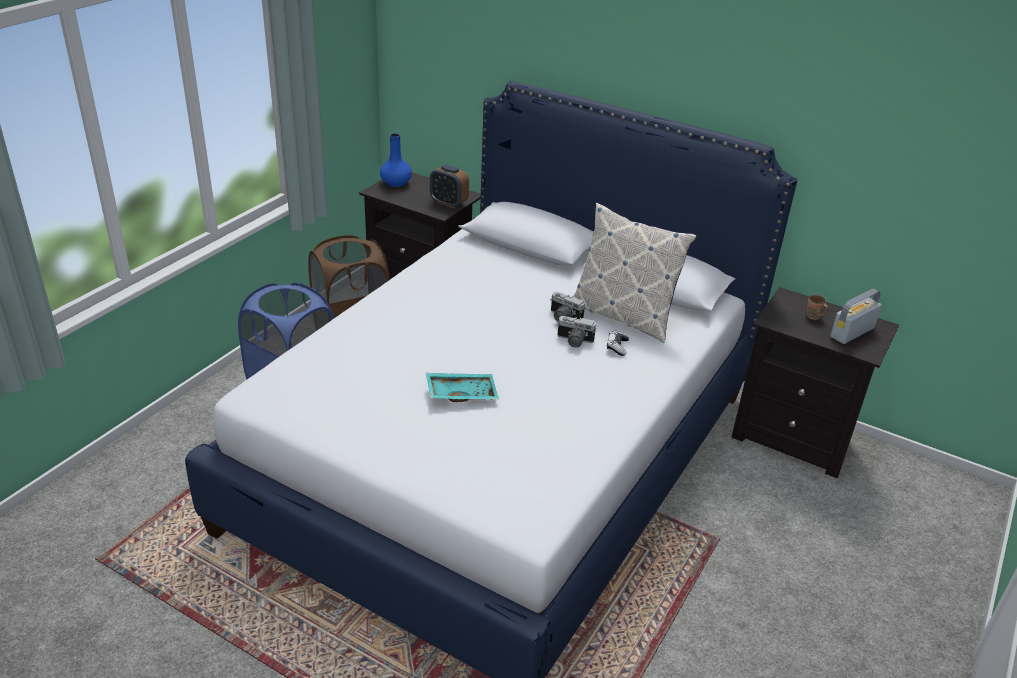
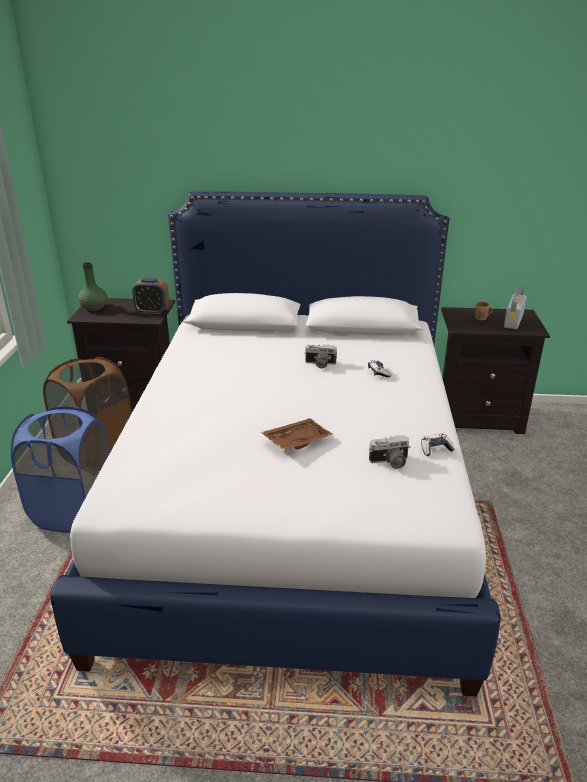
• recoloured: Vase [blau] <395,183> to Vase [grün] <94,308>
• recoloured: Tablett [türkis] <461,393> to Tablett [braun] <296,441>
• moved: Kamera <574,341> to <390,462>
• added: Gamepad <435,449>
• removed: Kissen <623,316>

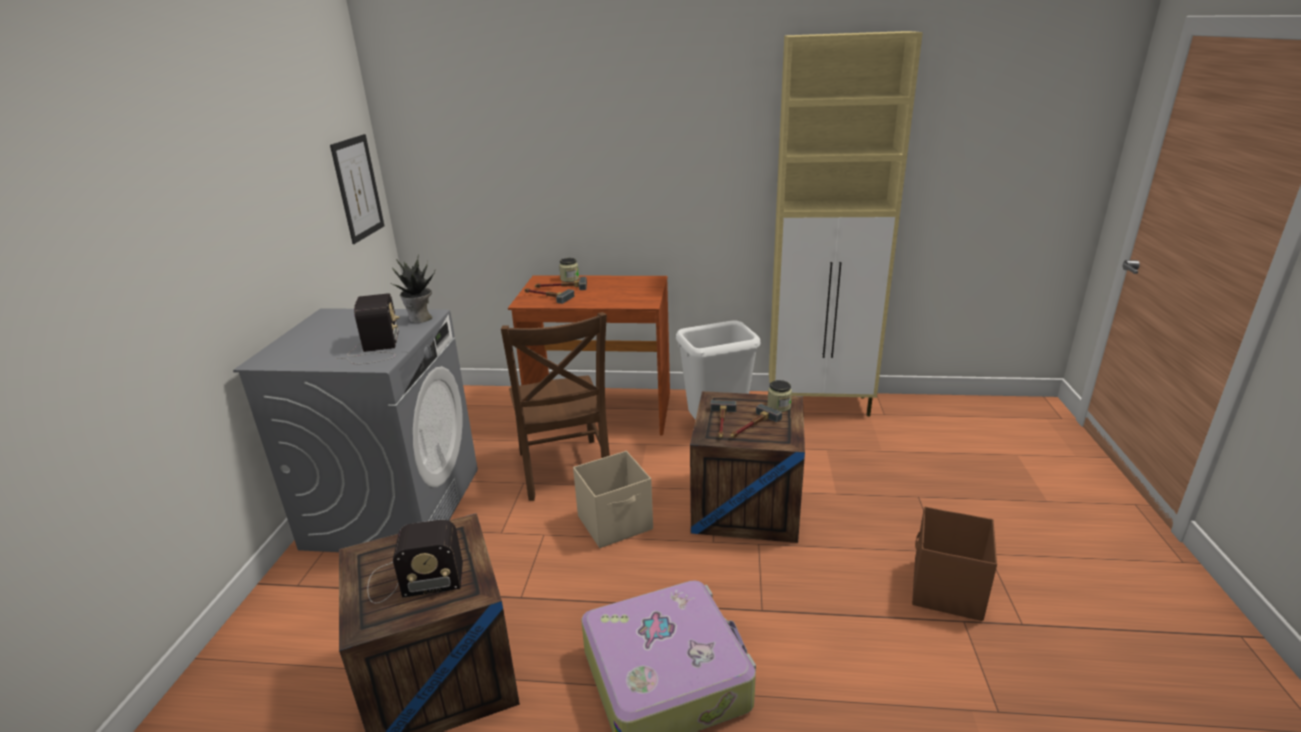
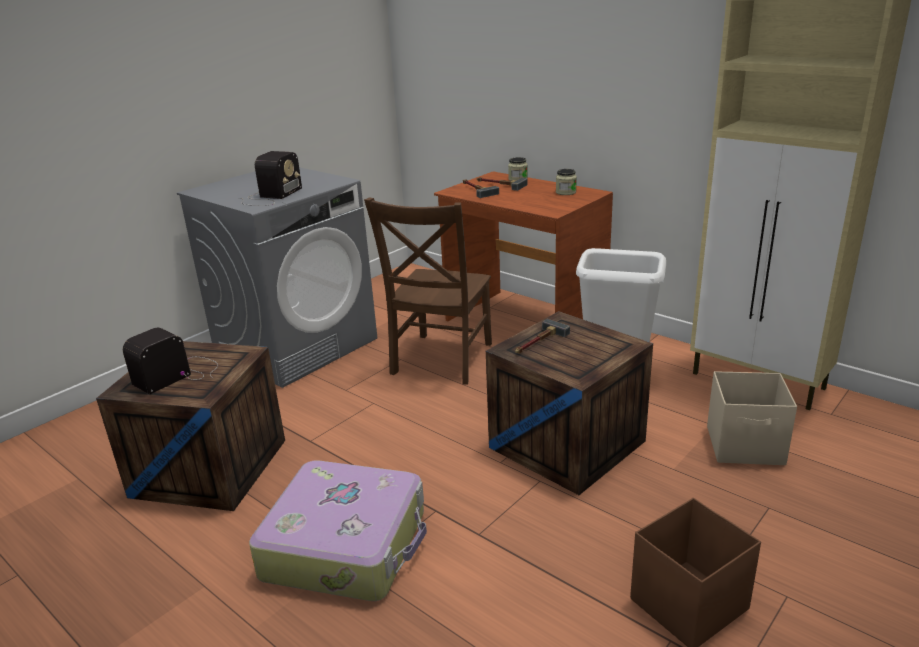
• turned: Radio <412,579> = <179,374> 105 degrees clockwise
• moved: Vorratsglas <779,406> to <565,192>
• moved: Aufbewahrungsbox [beige] <616,523> to <746,446>
• removed: Bild <358,188>
• removed: Topfpflanze <420,319>
• removed: Hammer <751,427>

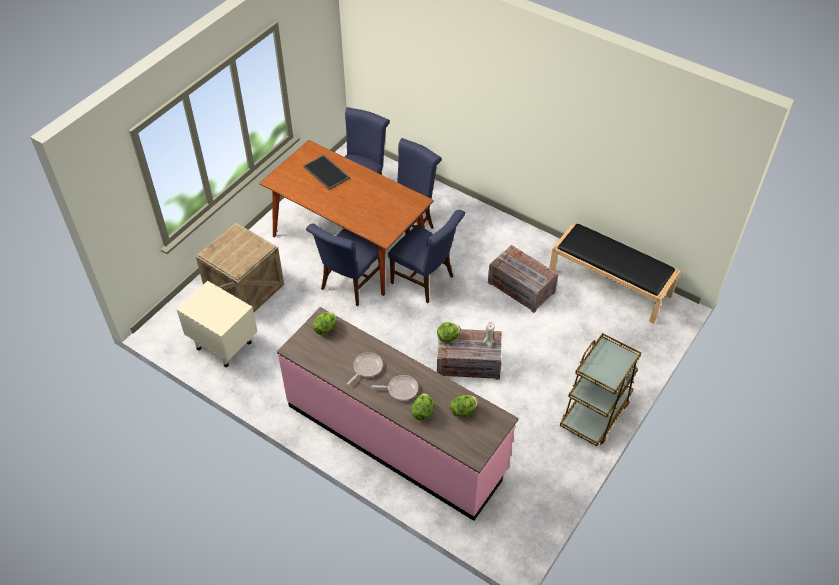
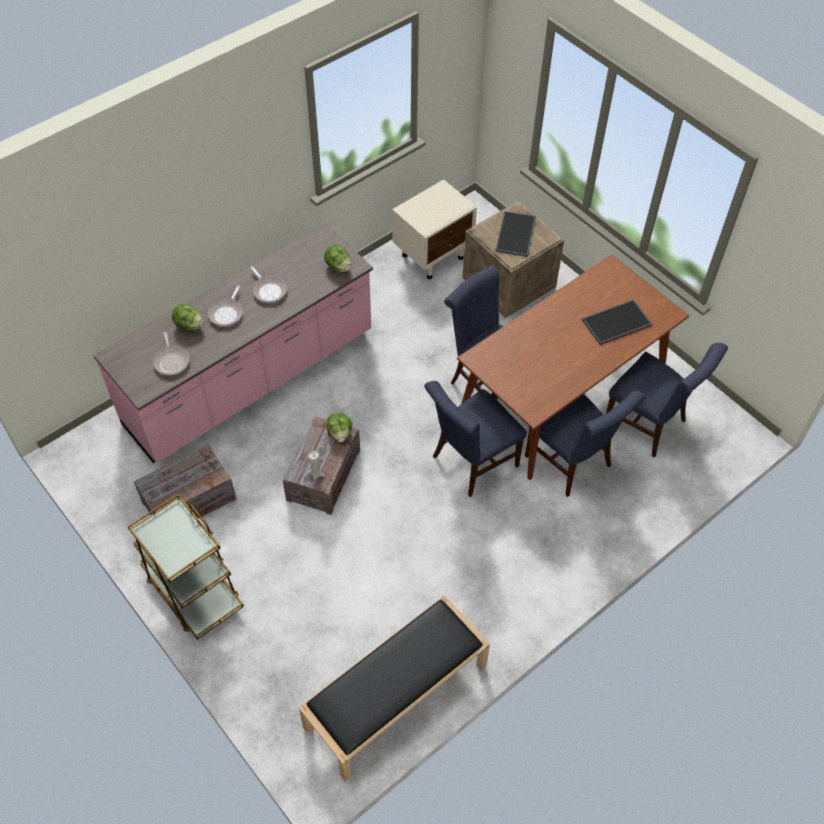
• moved: Kiste <521,288> to <188,501>
• replaced: Salatkopf <463,411> to Pfanne <171,361>
• added: Tablett <516,234>

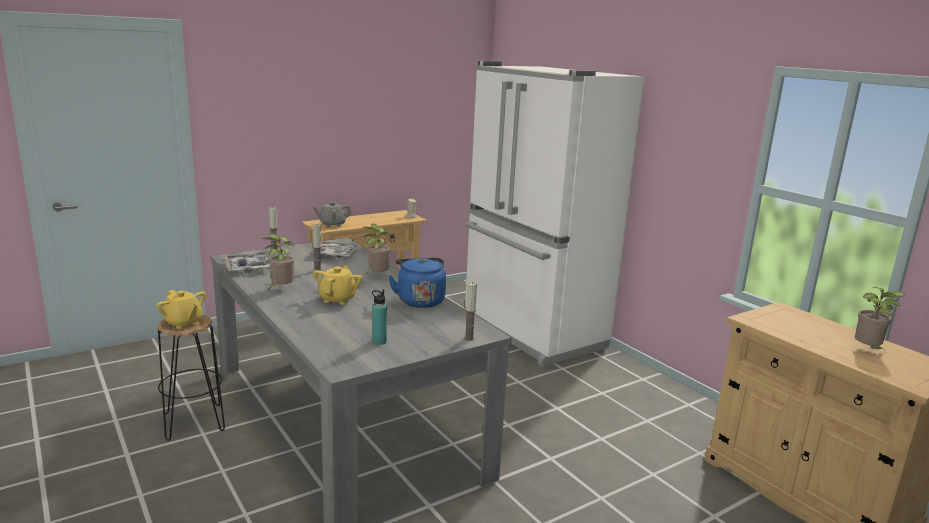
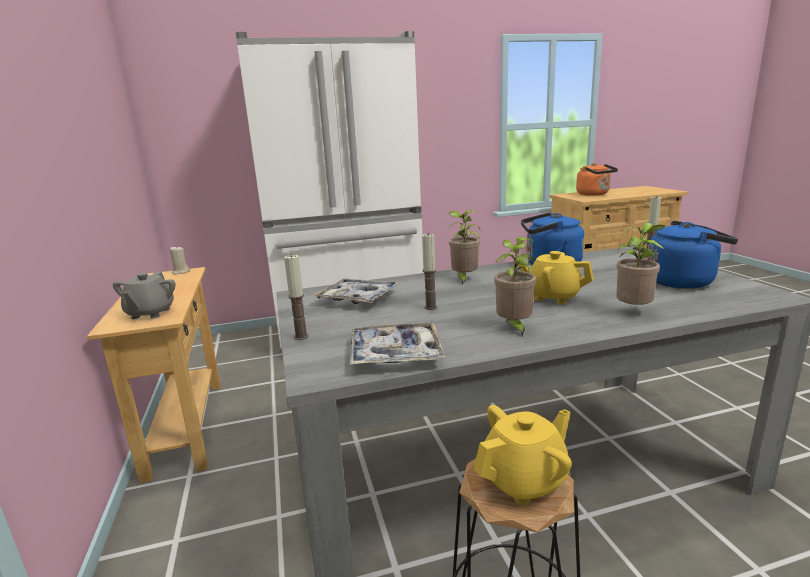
• added: Wasserkessel [orange] <594,194>
• moved: Topfpflanze <868,350> to <634,311>
• replaced: Flasche [türkis] <379,341> to Wasserkessel [blau] <683,281>

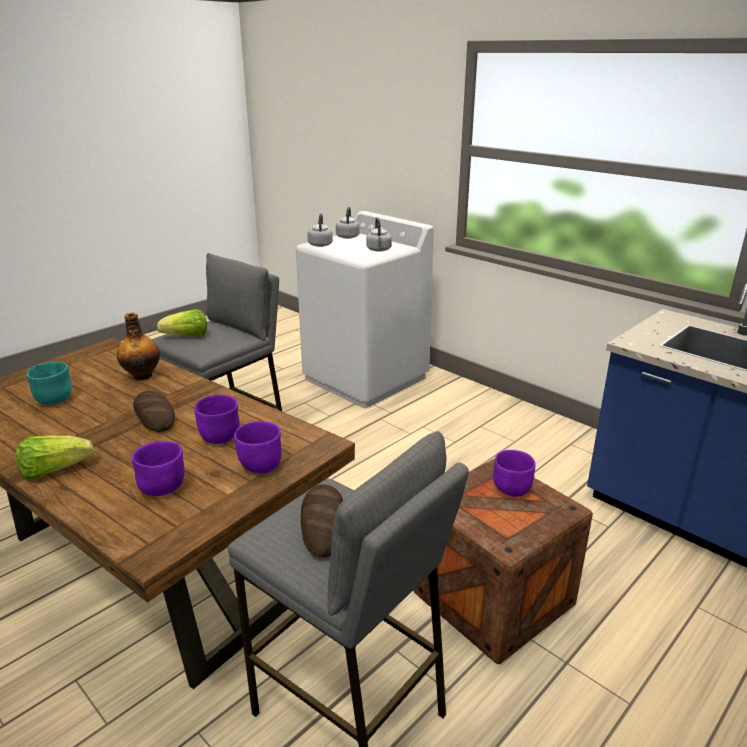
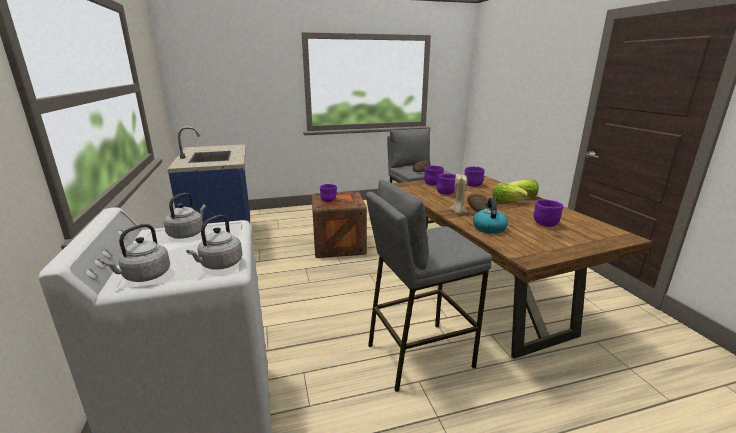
• added: Kerze [beige] <458,212>
• replaced: Flasche <142,375> to Wasserkessel <489,228>
• moved: Salatkopf <187,337> to <506,202>
• recoloured: Schüssel [türkis] <54,400> to Schüssel [lila] <545,224>

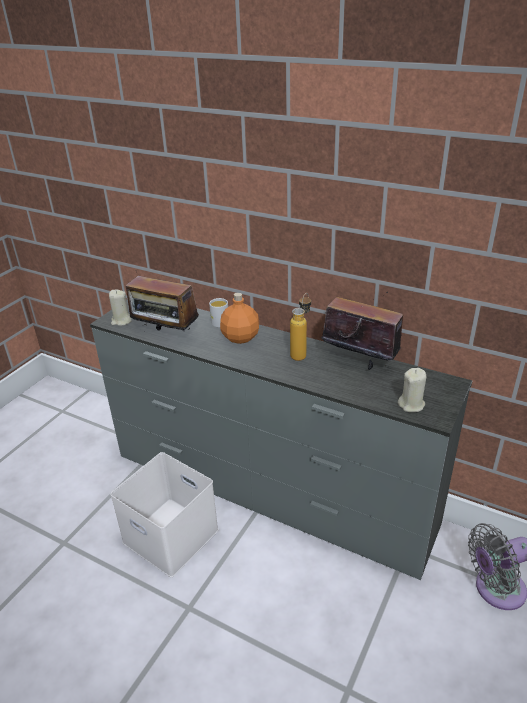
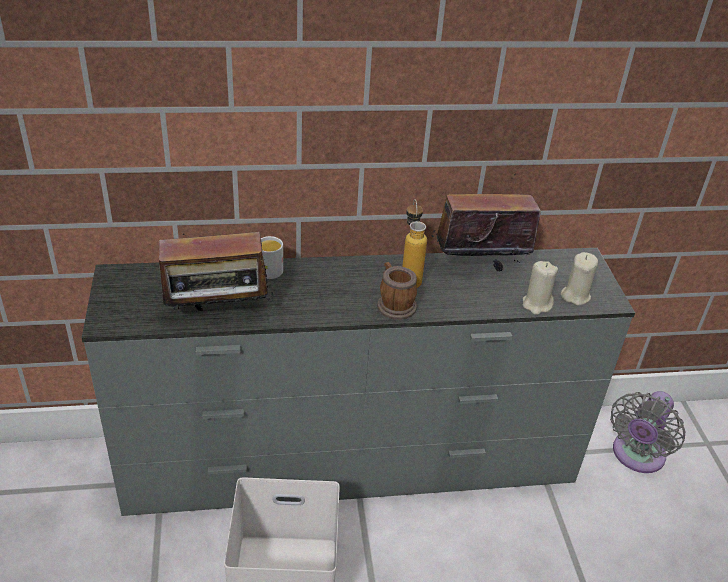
• added: Henkelbecher <394,304>
• moved: Kerze [beige] <121,321> to <536,304>
• removed: Flasche [orange] <240,337>

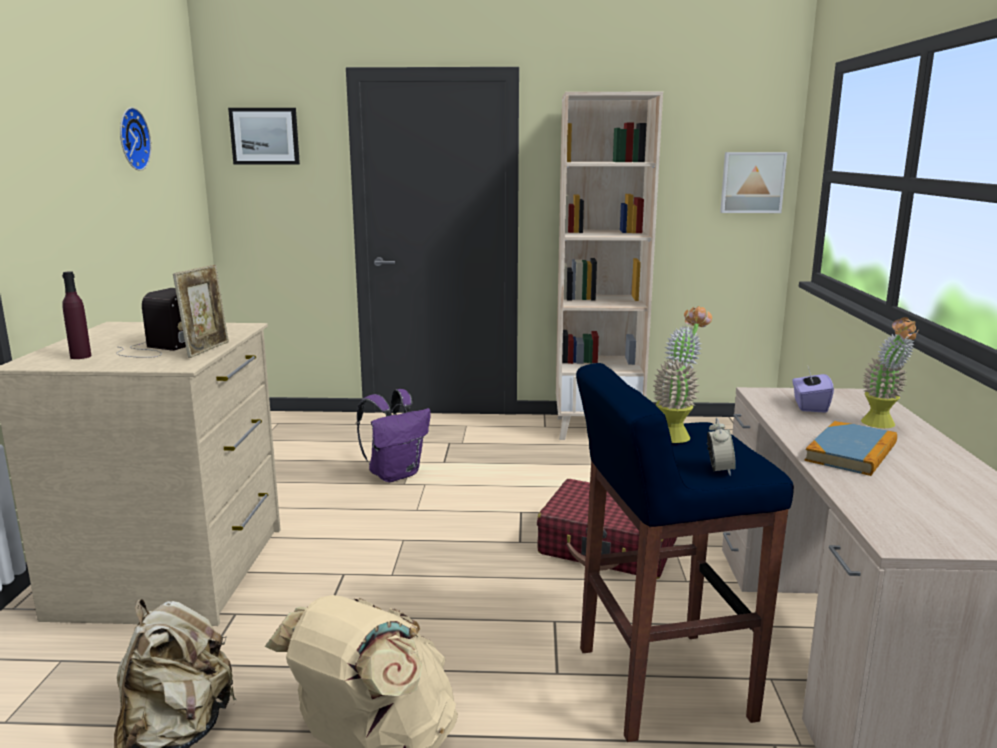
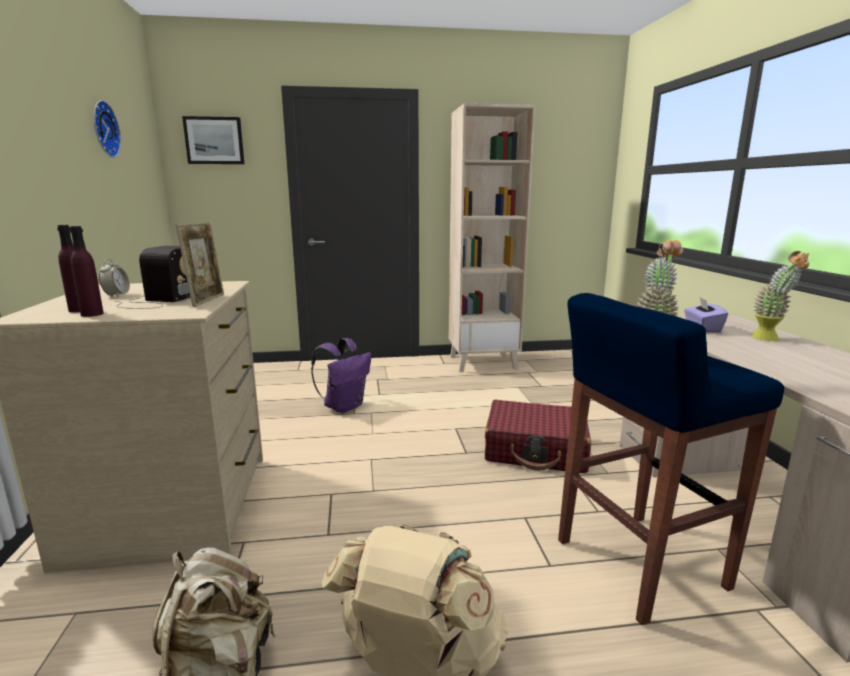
• added: Flasche [lila] <92,314>
• moved: Wecker <719,470> to <117,295>
• removed: Bild <752,182>
• removed: Buch <851,452>

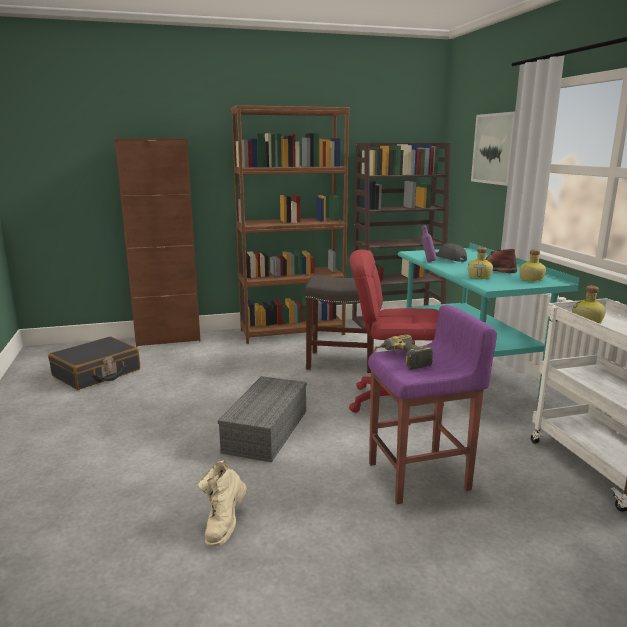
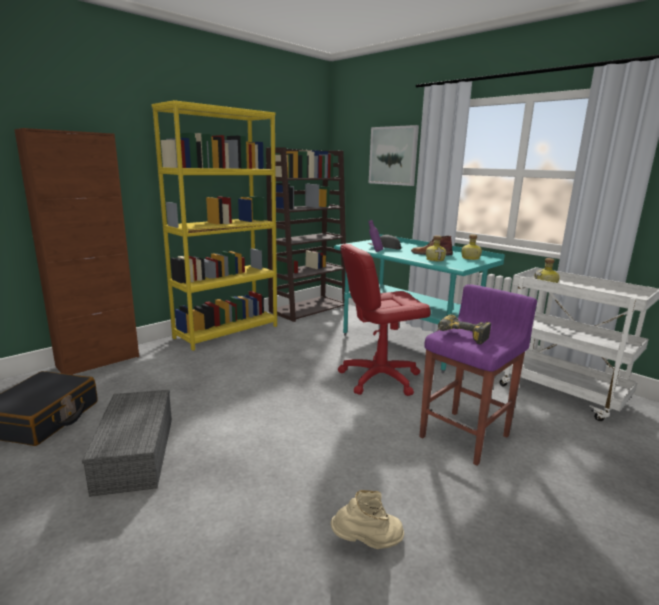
• moved: Aufbewahrungsbox [grau] <266,432> to <136,454>
• recoloured: Bücherregal [braun] <292,332> to Bücherregal [gelb] <227,332>
• turned: Stiefel [beige] <224,525> = <368,543> 90 degrees counterclockwise
• removed: Hocker [grau] <341,361>

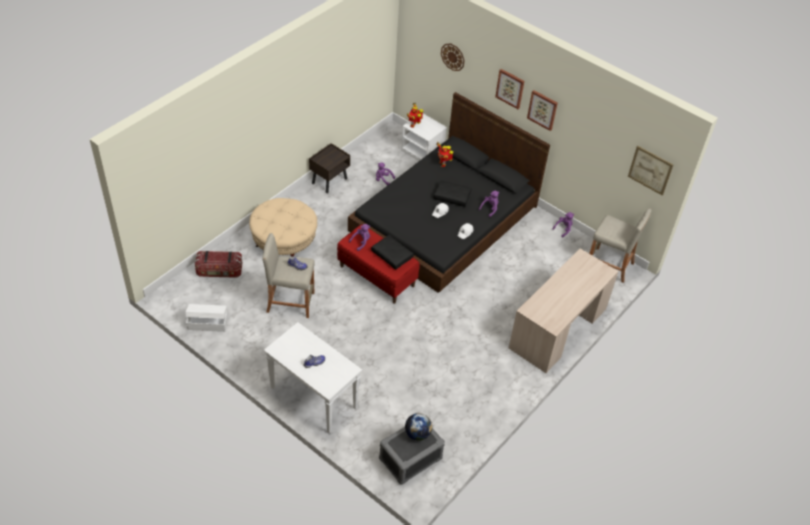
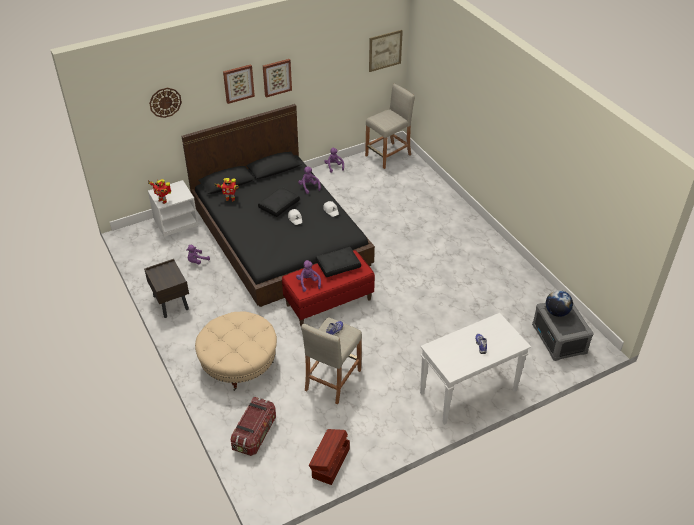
• recoloured: Aufbewahrungsbox [weiß] <207,323> to Aufbewahrungsbox [braun] <330,463>
• removed: Schreibtisch [beige] <557,328>

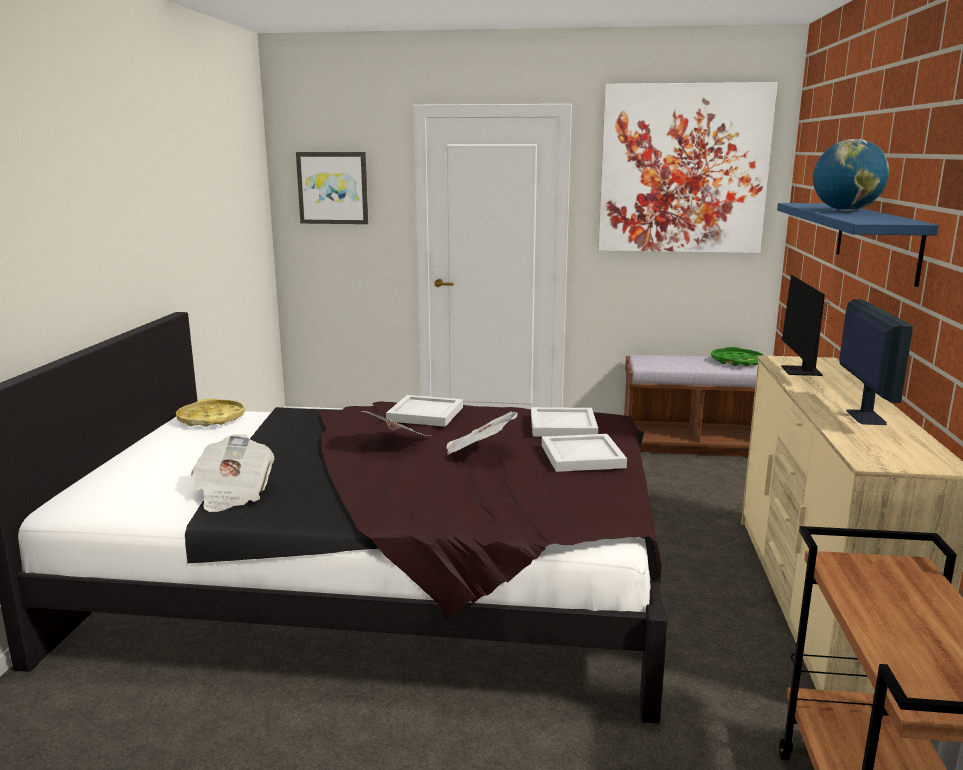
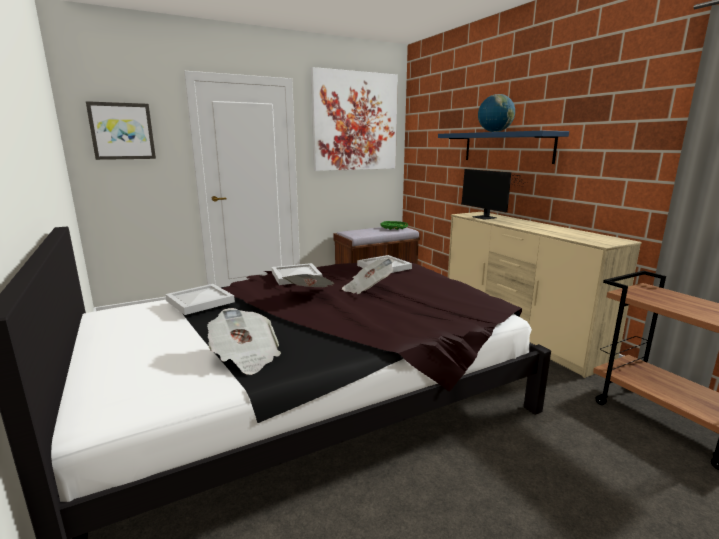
• moved: Tablett [weiß] <581,456> to <199,301>
• removed: Tablett [gelb] <211,419>
• removed: Monitor <865,416>

